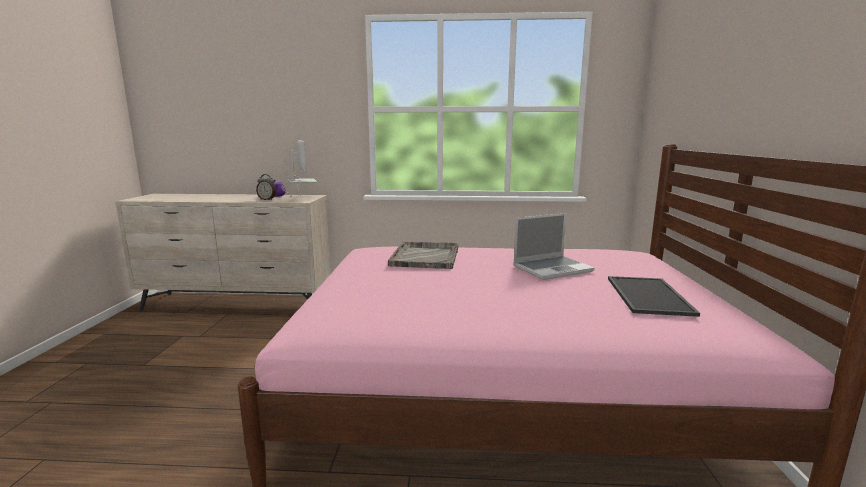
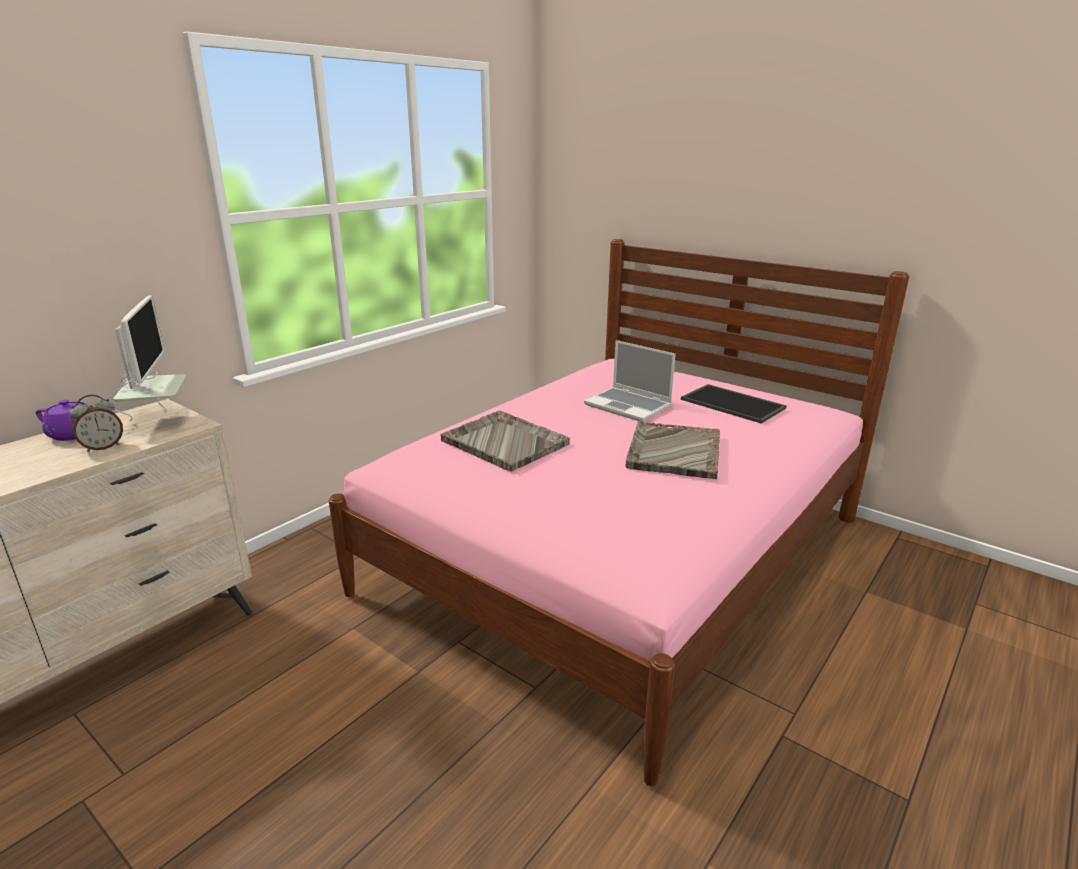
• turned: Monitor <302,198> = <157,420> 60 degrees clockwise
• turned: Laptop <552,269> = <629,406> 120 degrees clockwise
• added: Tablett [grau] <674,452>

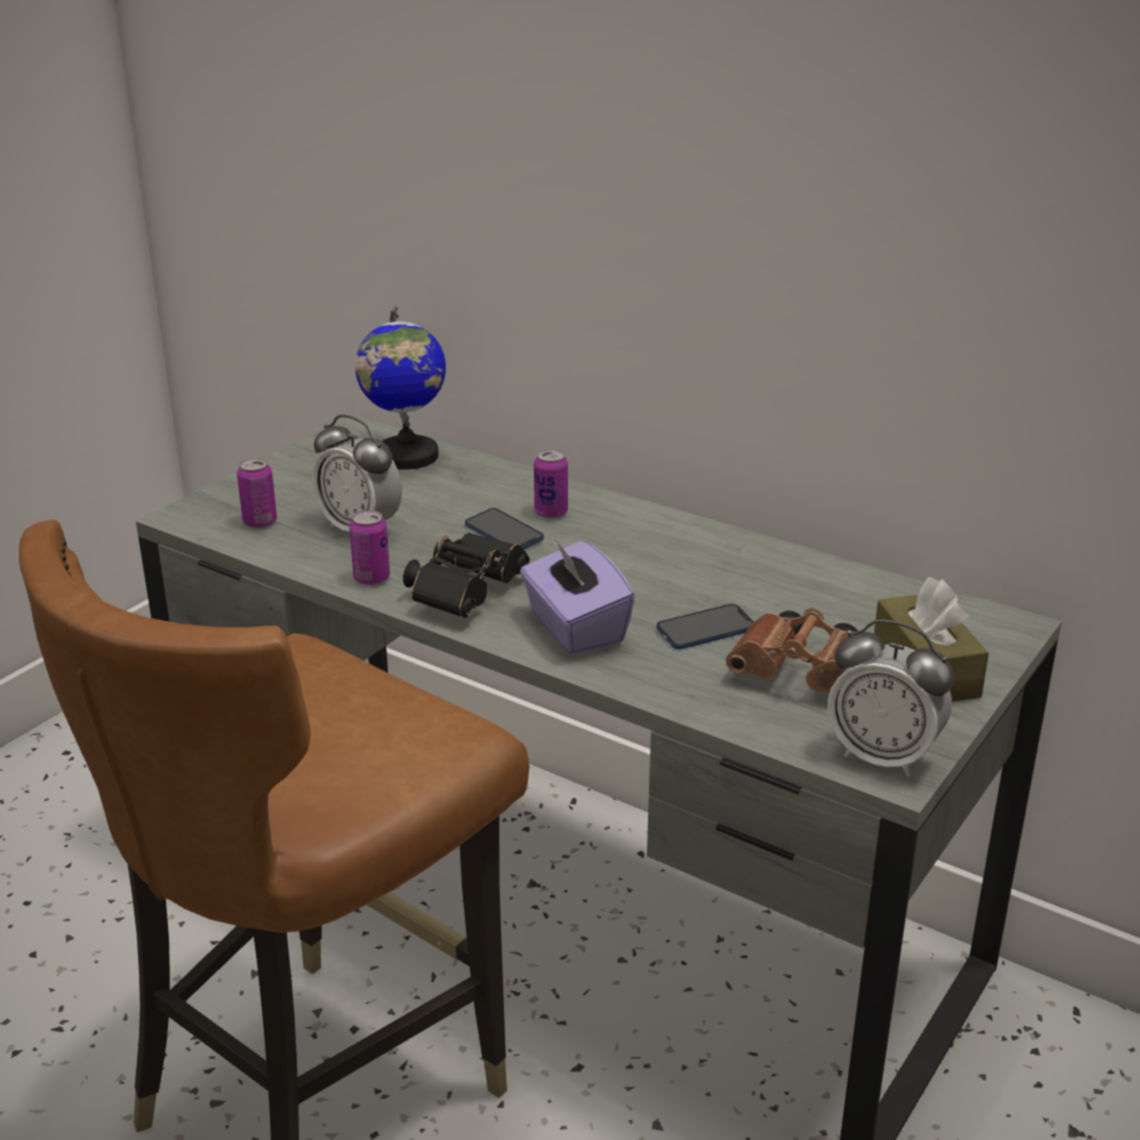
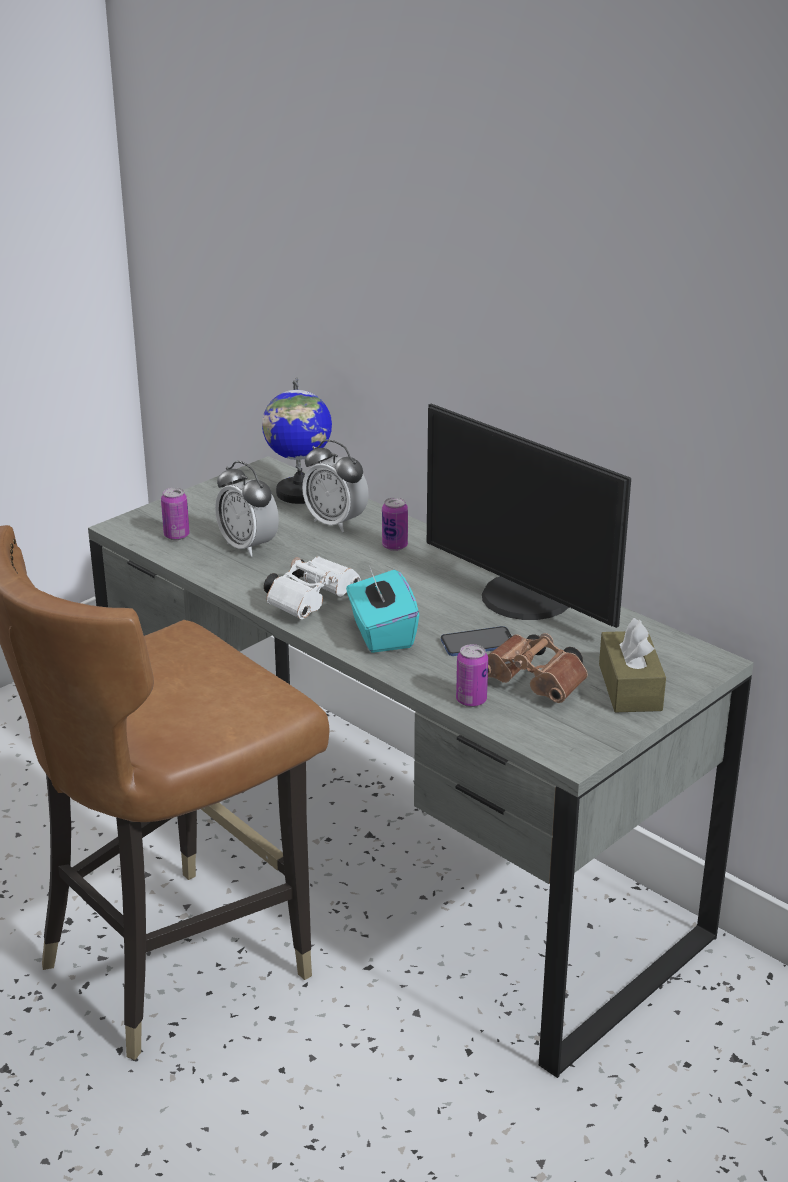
• recoloured: Fernglas [schwarz] <468,593> to Fernglas [weiß] <312,601>
• moved: Wecker <882,756> to <336,523>
• recoloured: Taschentuchbox [lila] <575,628> to Taschentuchbox [türkis] <381,634>
• added: Monitor <523,599>
• moved: Dose <371,578> to <471,700>
• removed: Handy <504,533>

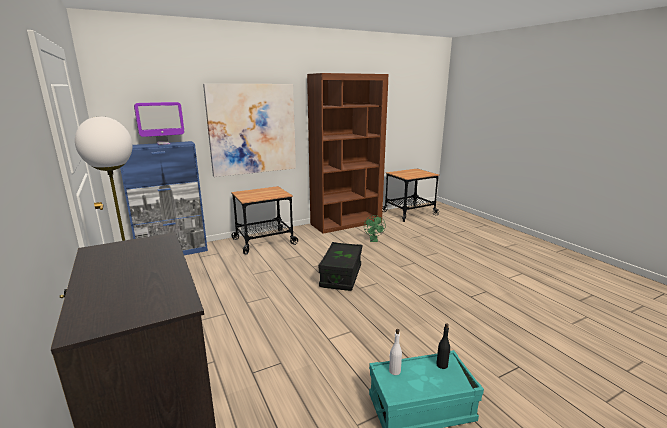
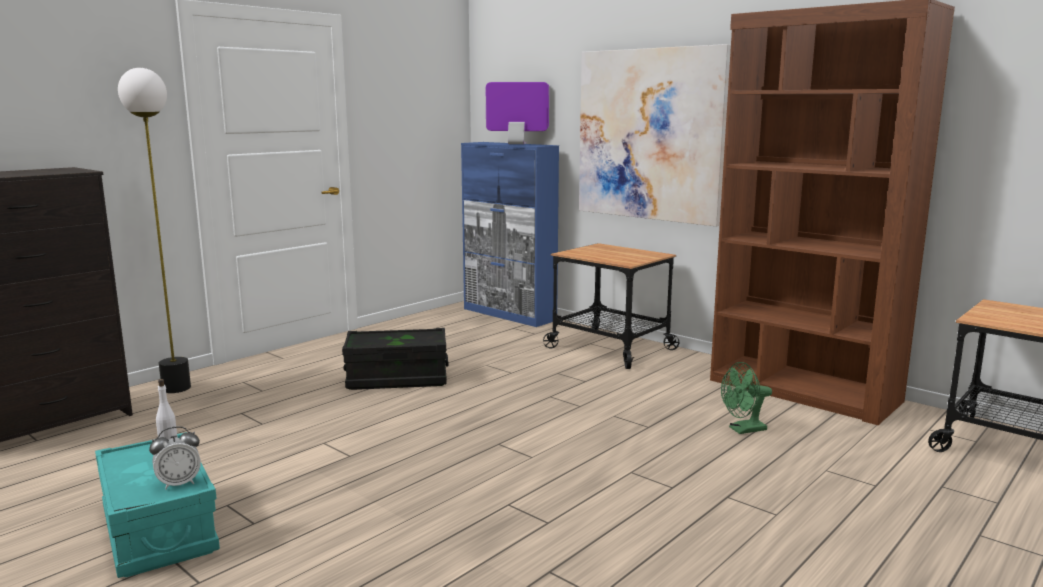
• replaced: Flasche [schwarz] <442,365> to Wecker <179,483>
• moved: Aufbewahrungsbox [schwarz] <341,276> to <397,378>
• turned: Monitor <163,143> = <517,144> 150 degrees clockwise

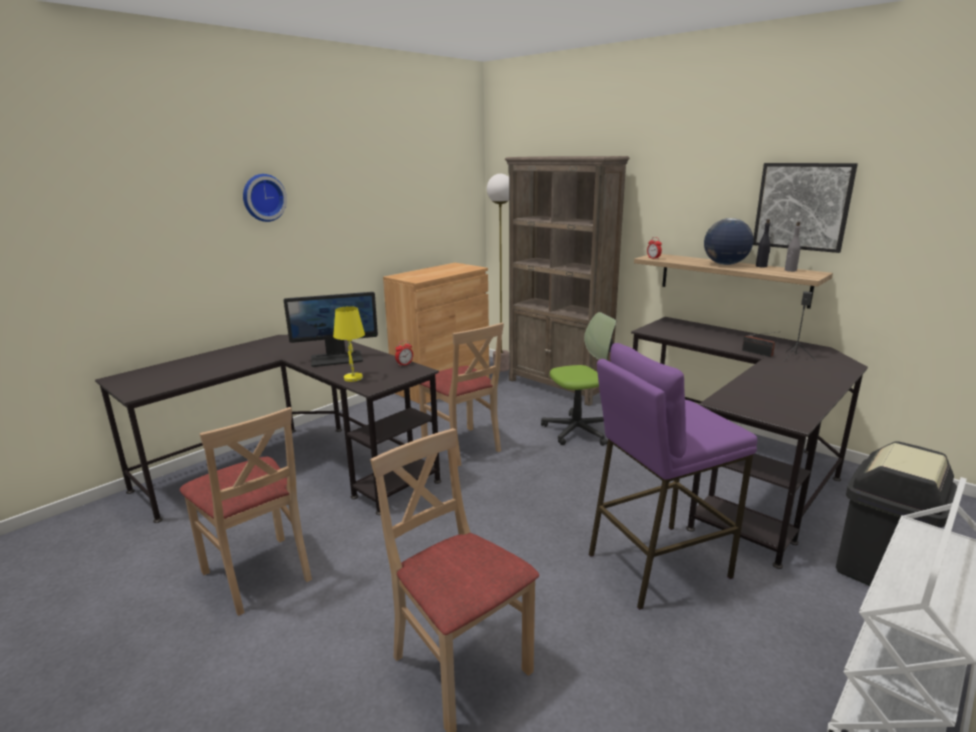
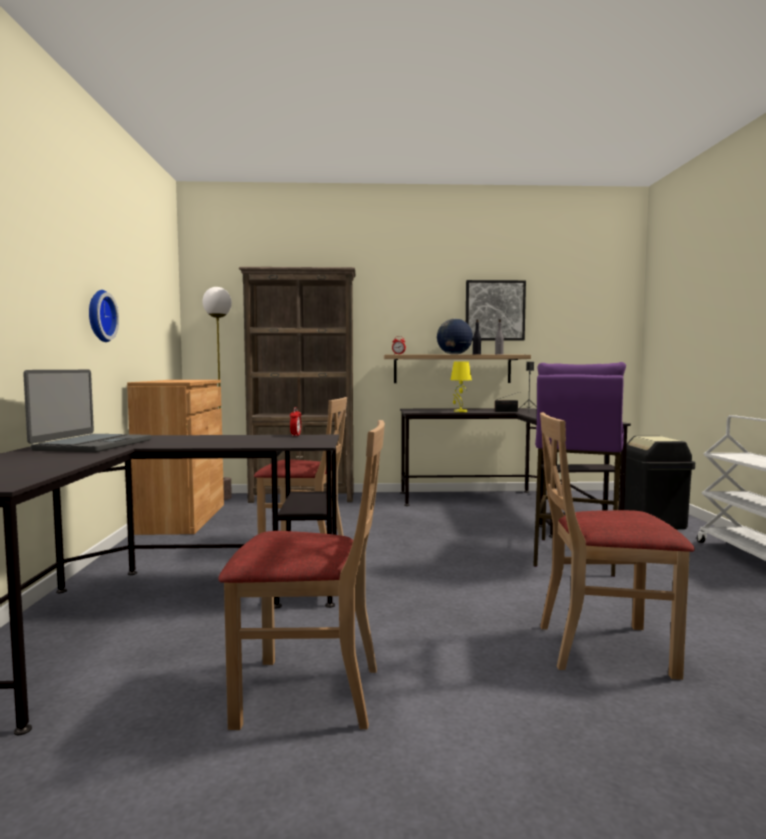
• added: Laptop <92,445>
• moved: Wanduhr <263,197> to <99,316>
• moved: Tischlampe [gelb] <352,378> to <460,411>
• removed: Monitor <337,358>
• removed: Bürostuhl <578,430>

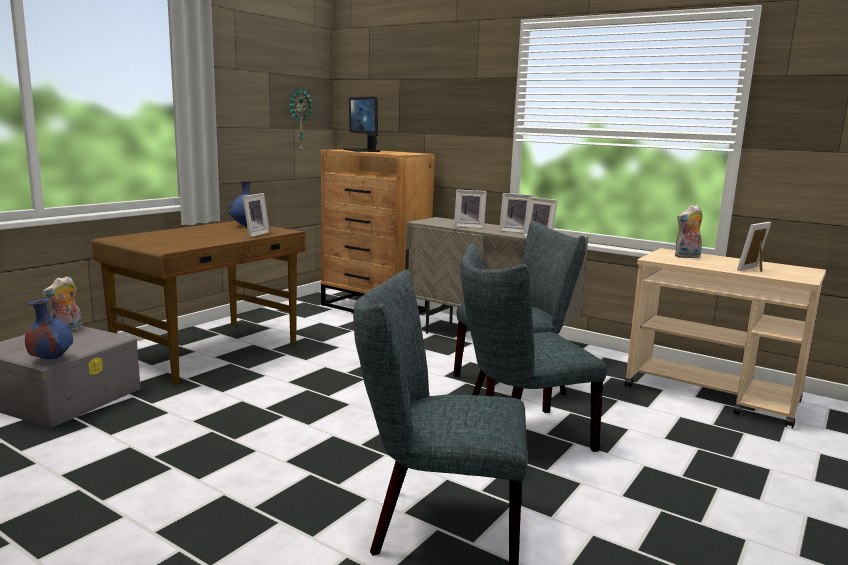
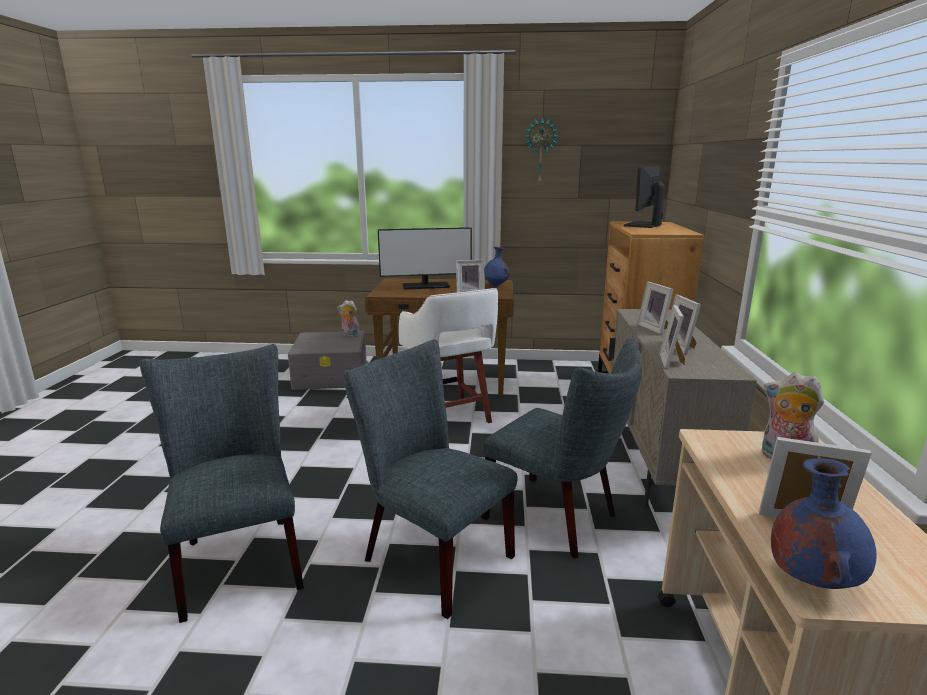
• added: Monitor <426,286>
• added: Hocker [weiß] <449,418>
• moved: Wanduhr <299,120> to <540,151>
• moved: Vase [blau] <50,359> to <811,579>

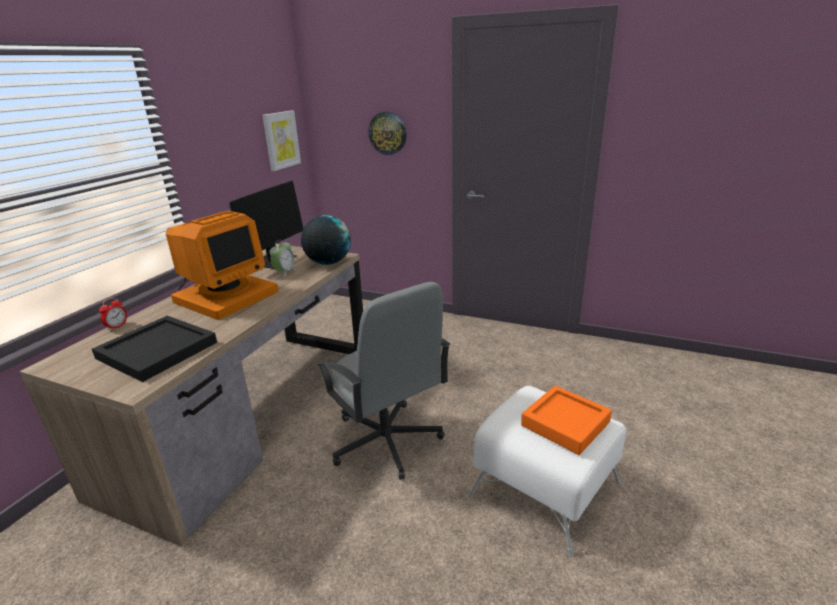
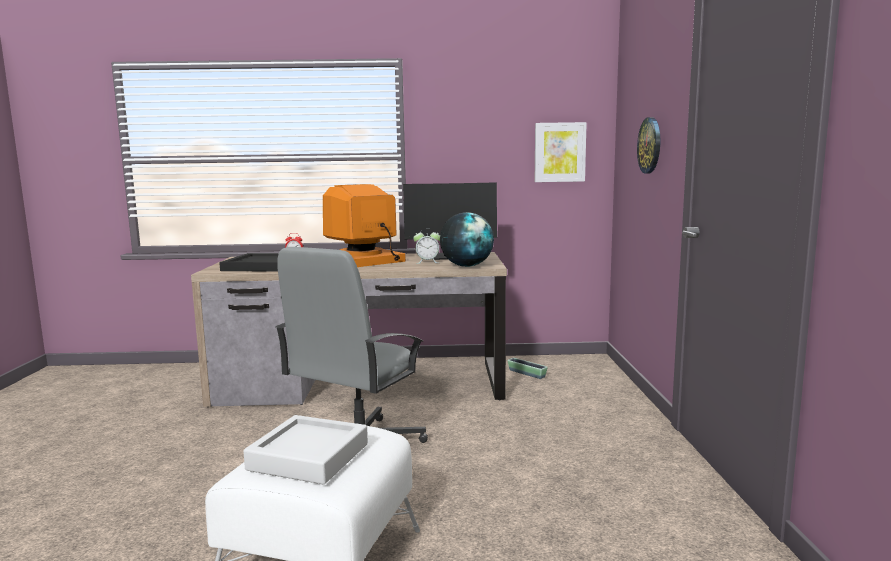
• recoloured: Tablett [orange] <565,424> to Tablett [grau] <308,457>
• turned: Monitor <225,296> = <362,261> 135 degrees clockwise
• added: Pflanzkübel <527,373>

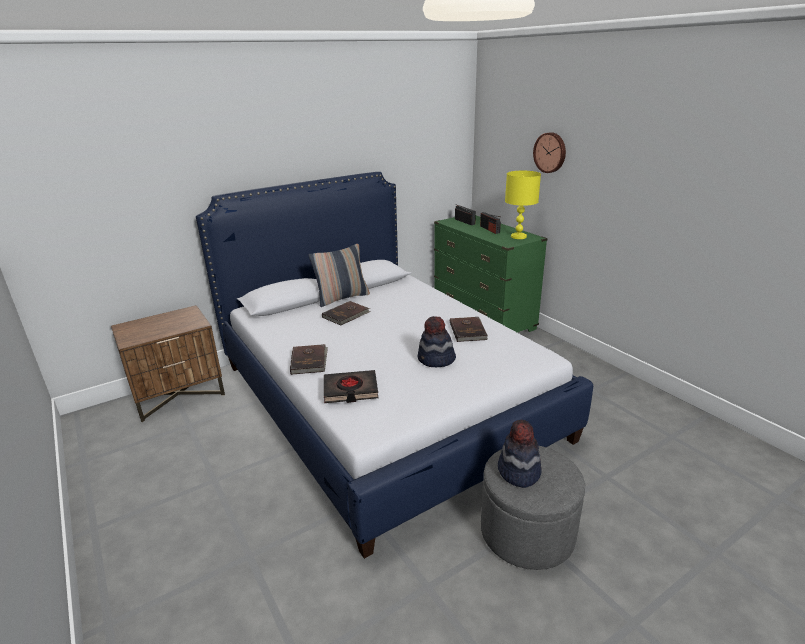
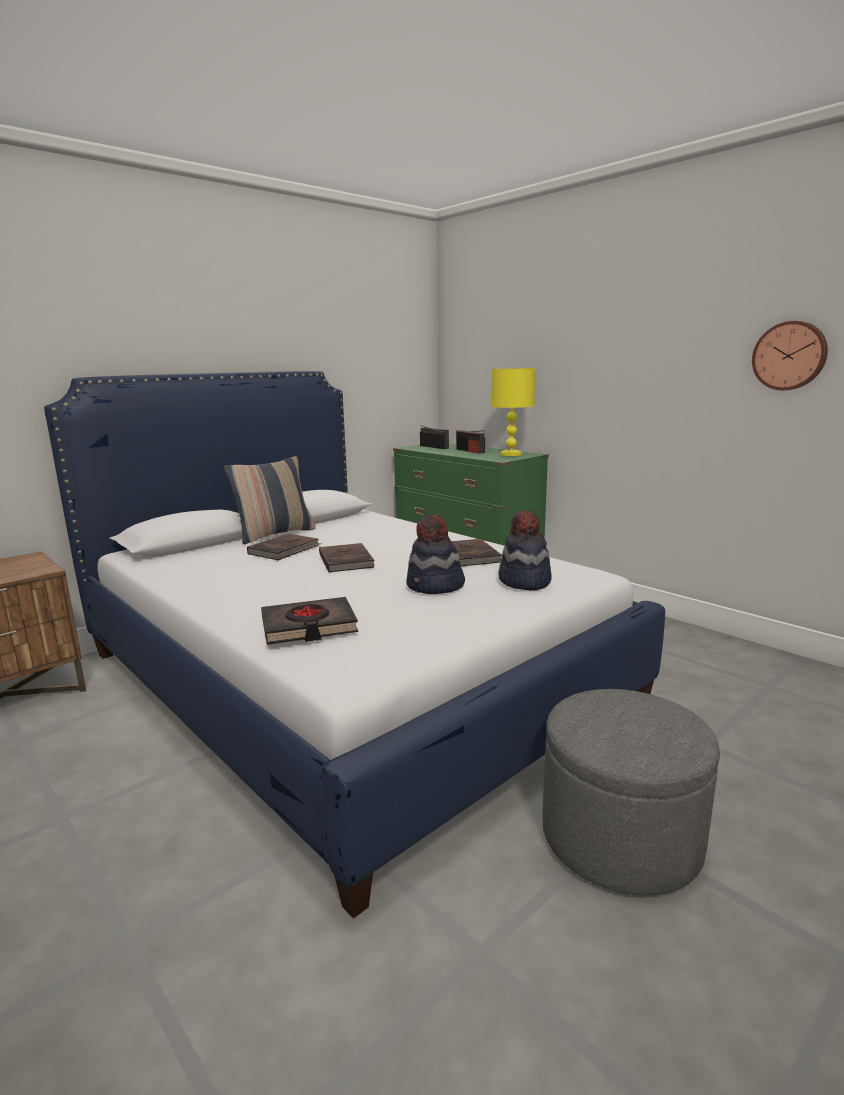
• moved: Buch [braun] <309,361> to <347,560>
• moved: Hut <518,471> to <524,581>
• moved: Wanduhr <550,152> to <789,356>

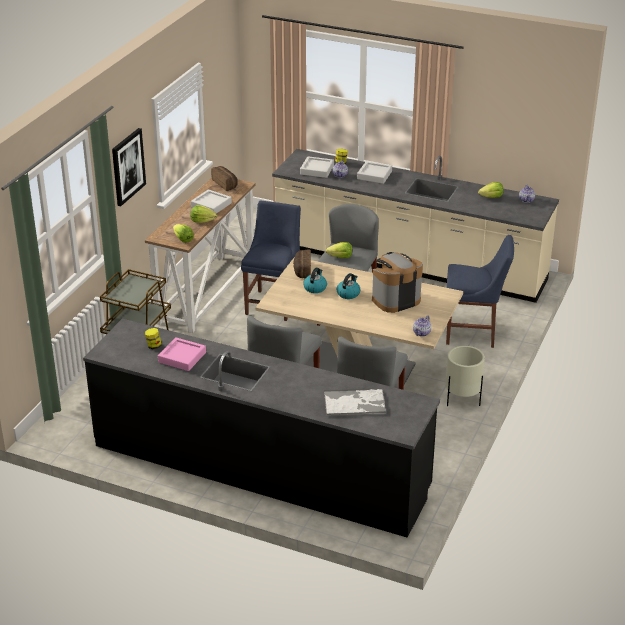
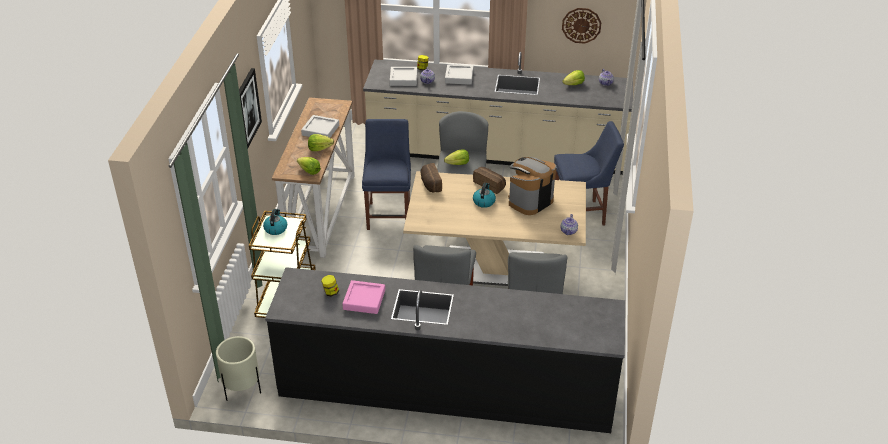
• moved: Pflanzkübel [beige] <462,400> to <242,389>
• moved: Wasserkessel <315,288> to <275,228>
• moved: Brot <225,184> to <490,185>
• added: Wanduhr <581,25>
• removed: Tablett <355,403>

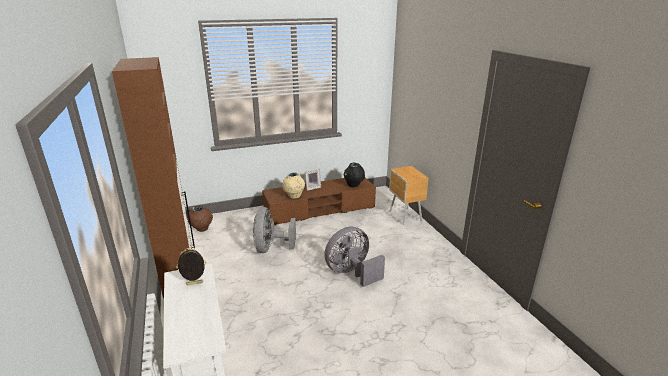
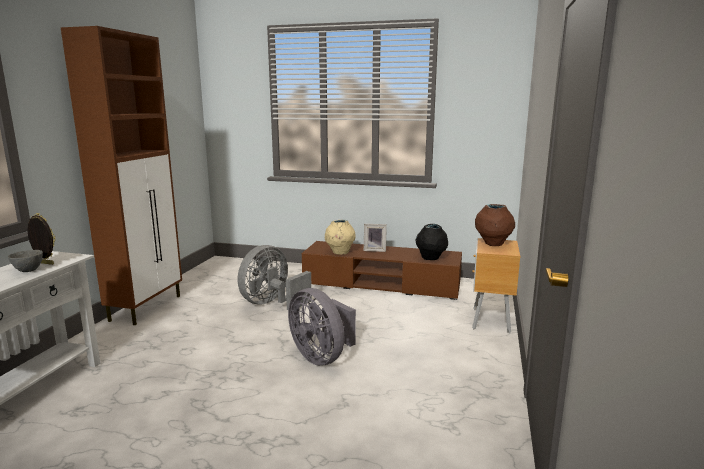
• added: Schüssel [grau] <28,270>
• turned: Ventilator [grau] <352,273> = <322,357> 135 degrees counterclockwise
• moved: Vase [braun] <202,229> to <493,244>

